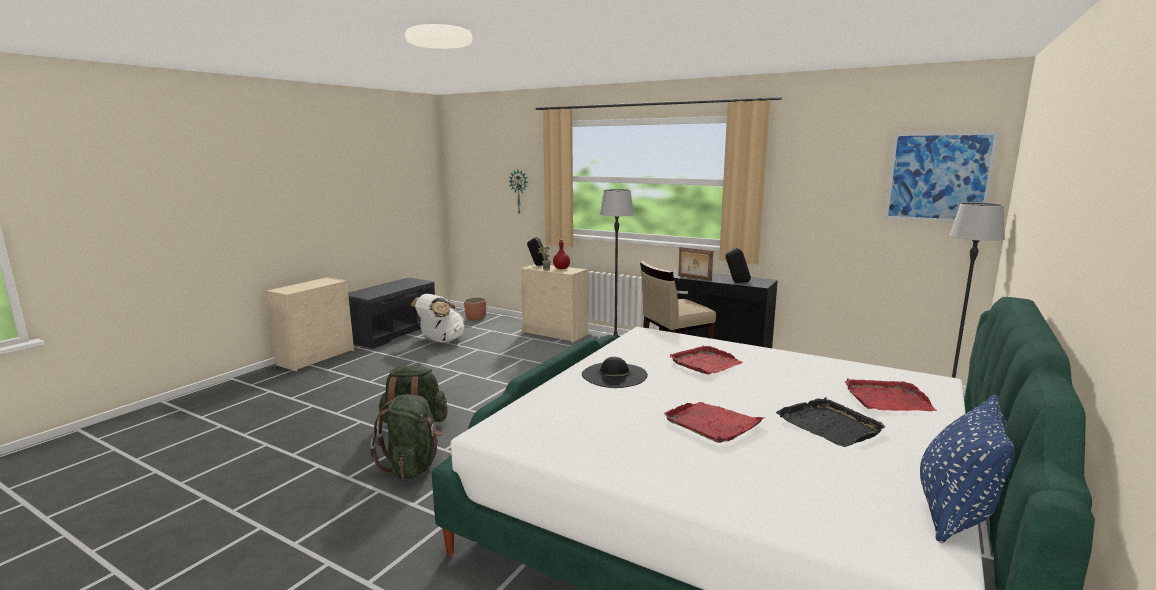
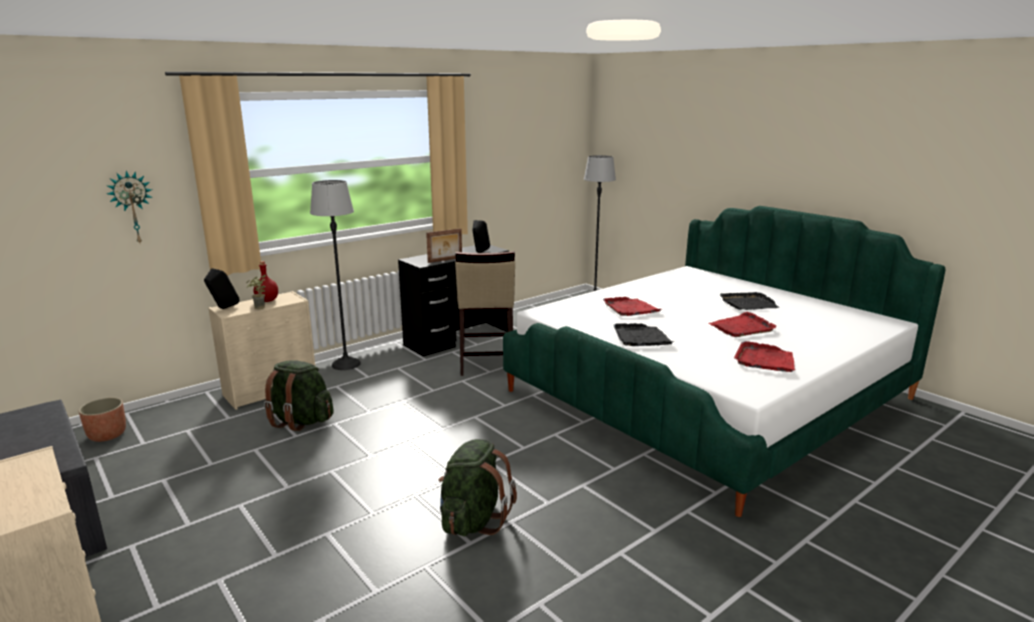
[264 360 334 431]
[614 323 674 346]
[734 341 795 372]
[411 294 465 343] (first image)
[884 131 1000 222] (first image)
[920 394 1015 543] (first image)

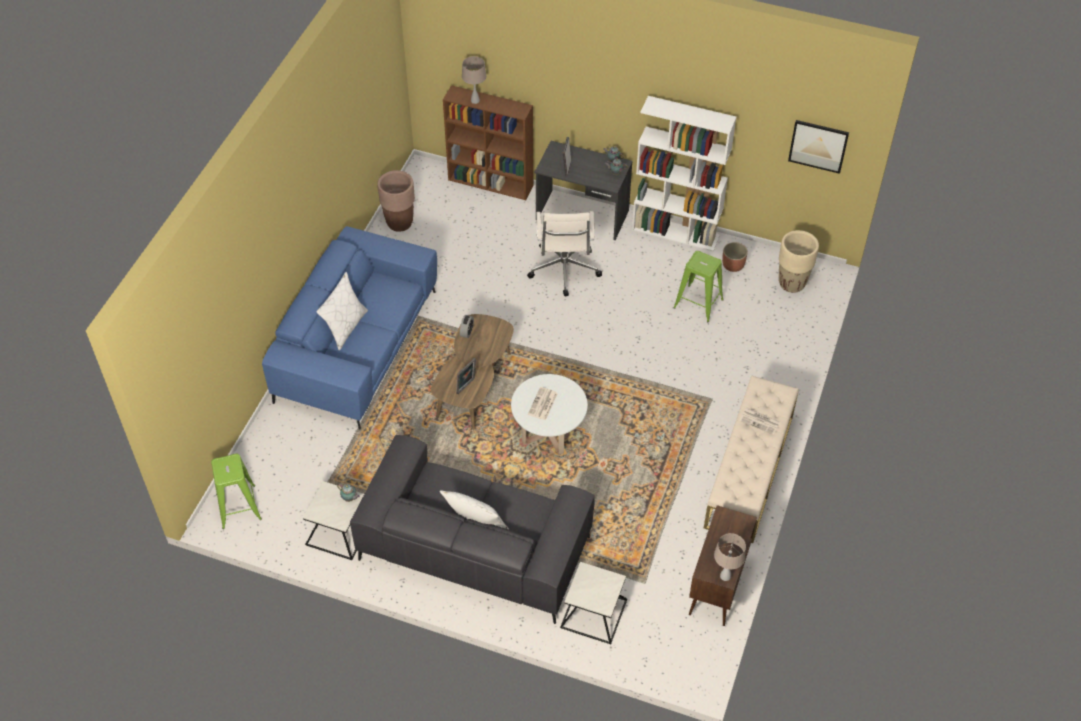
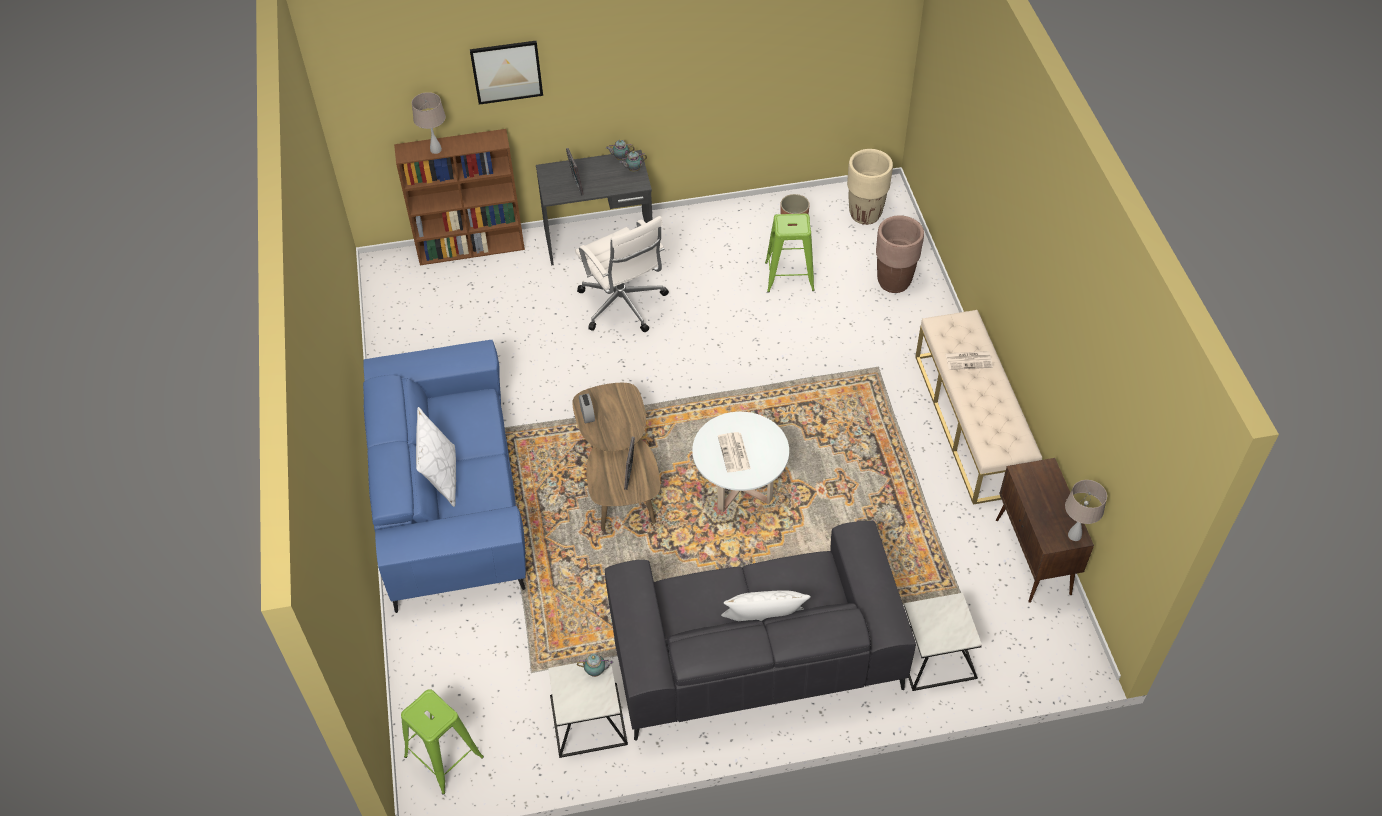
[470 41 543 105]
[876 215 924 293]
[632 96 736 251] (first image)

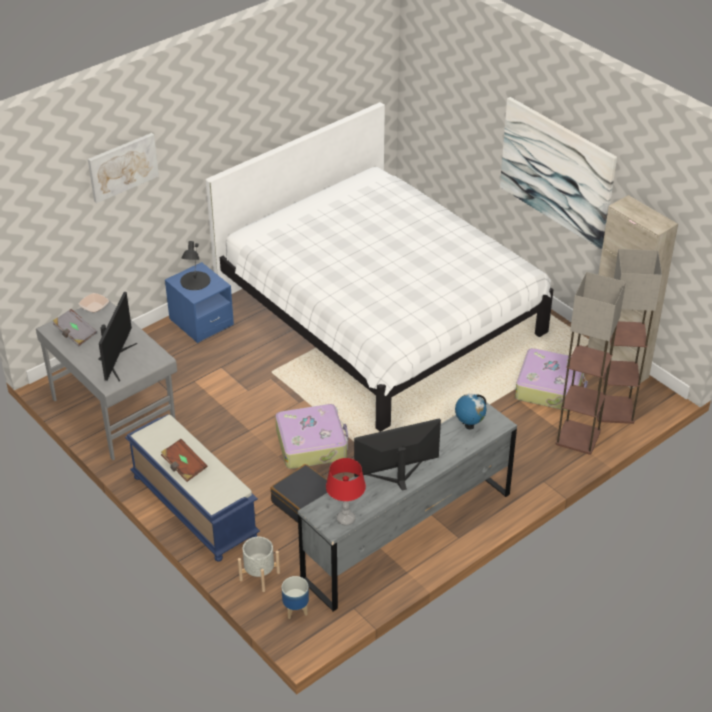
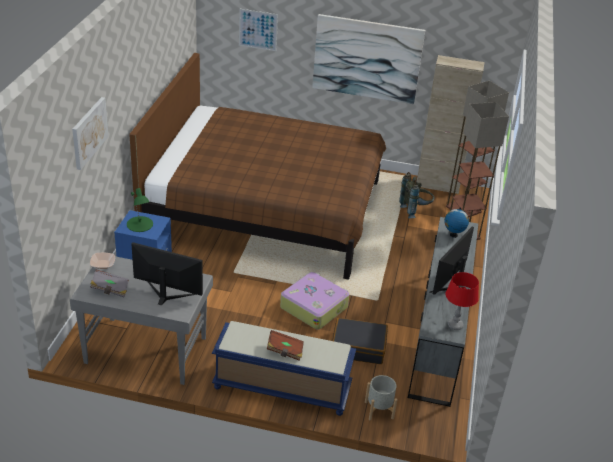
[127 188 153 232]
[129 53 386 280]
[131 242 203 305]
[239 9 278 51]
[399 172 435 218]
[282 576 309 619] (first image)

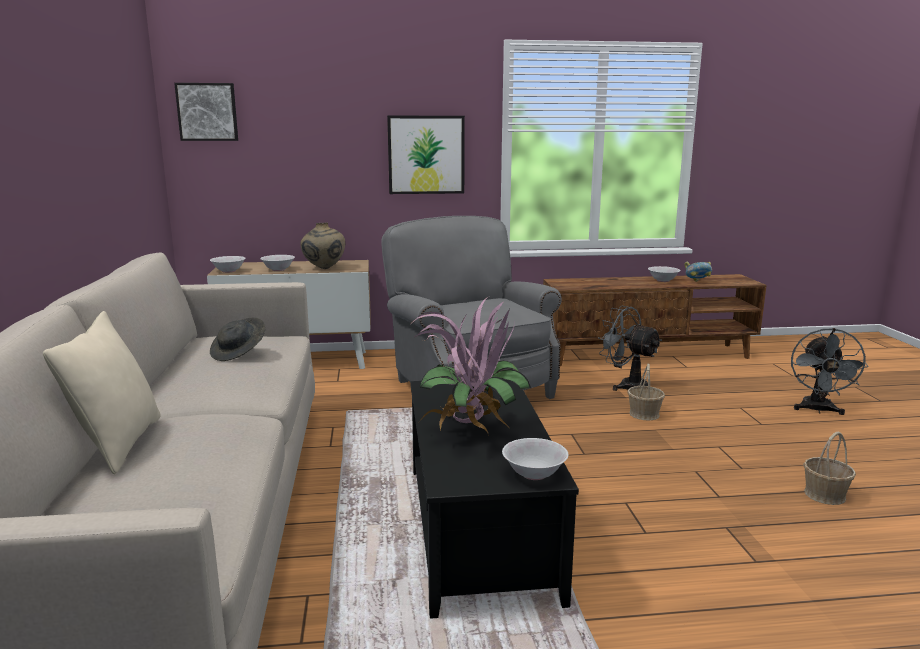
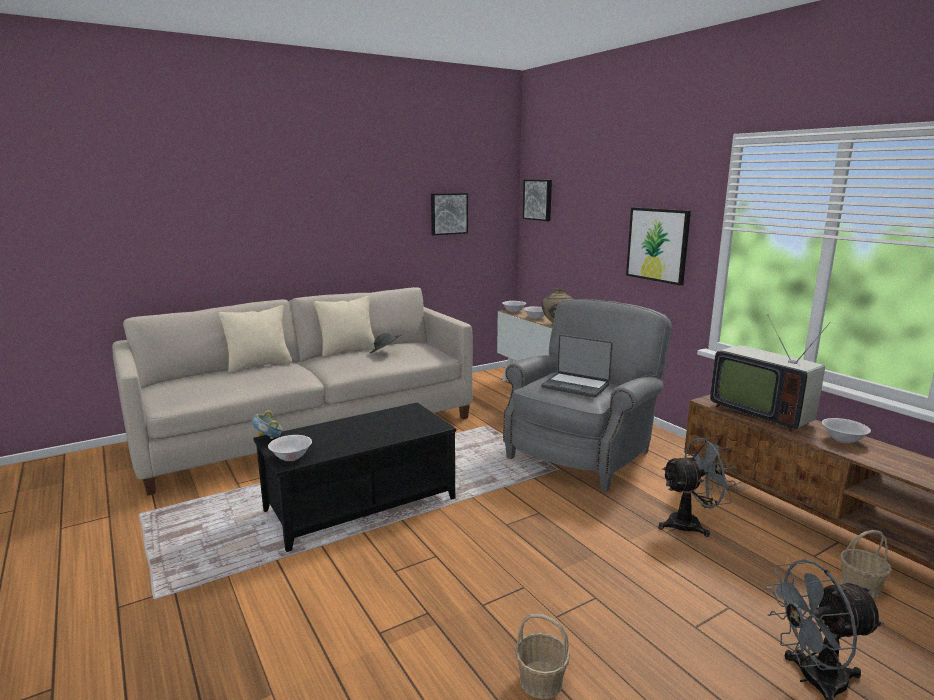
[252 410 282 439]
[314 296 375 357]
[431 193 468 235]
[541 334 613 398]
[658 437 738 537]
[710 316 831 432]
[840 530 892 598]
[408 296 531 436] (first image)

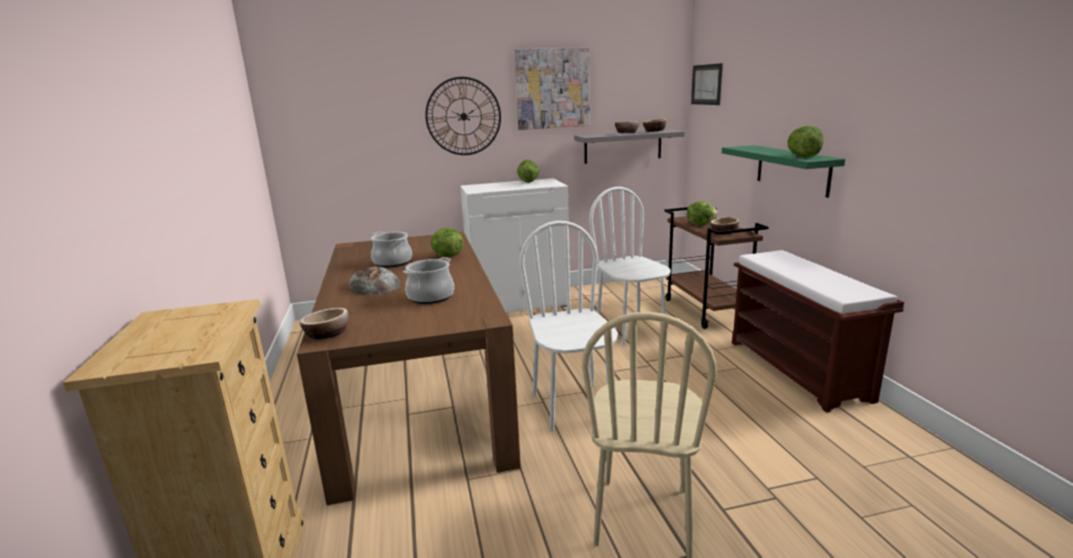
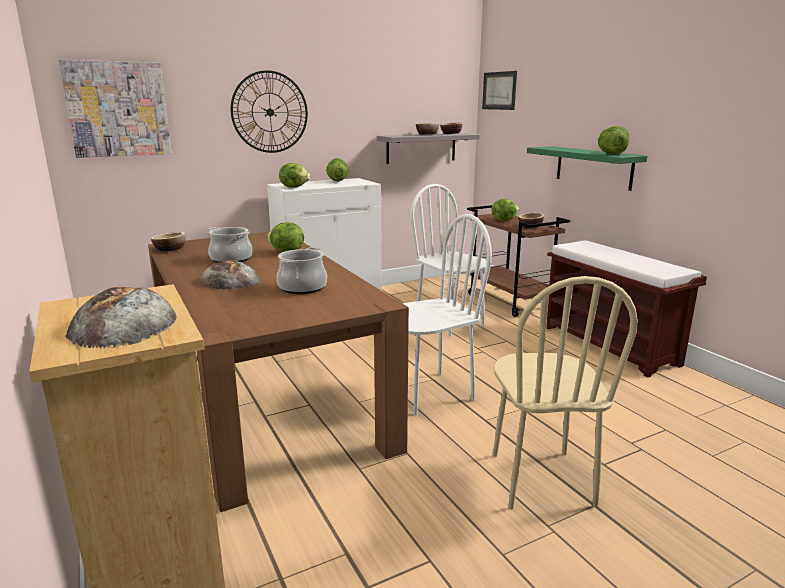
[59 60 172 158]
[65 287 176 348]
[151 232 186 251]
[279 163 310 188]
[402 214 492 416]

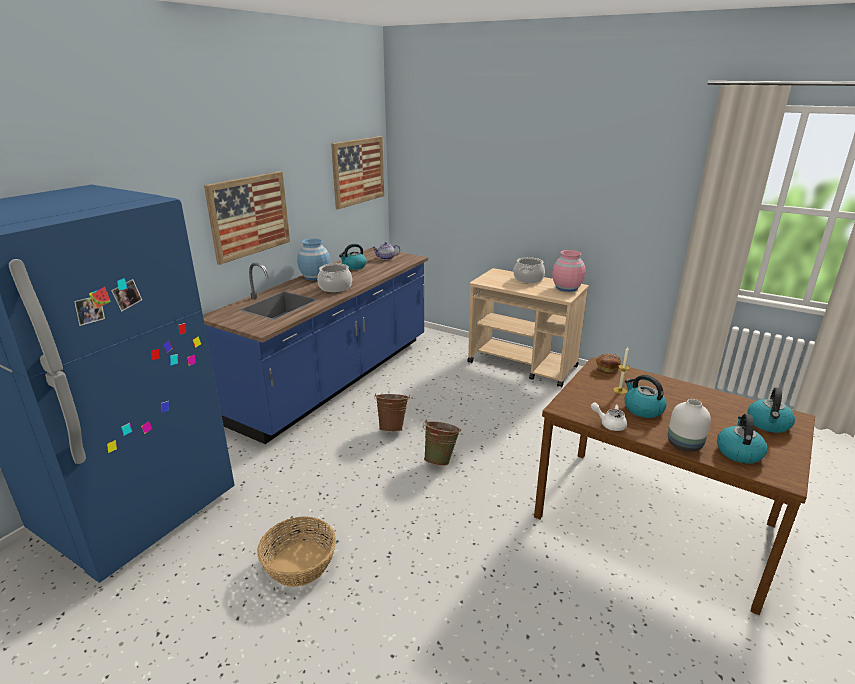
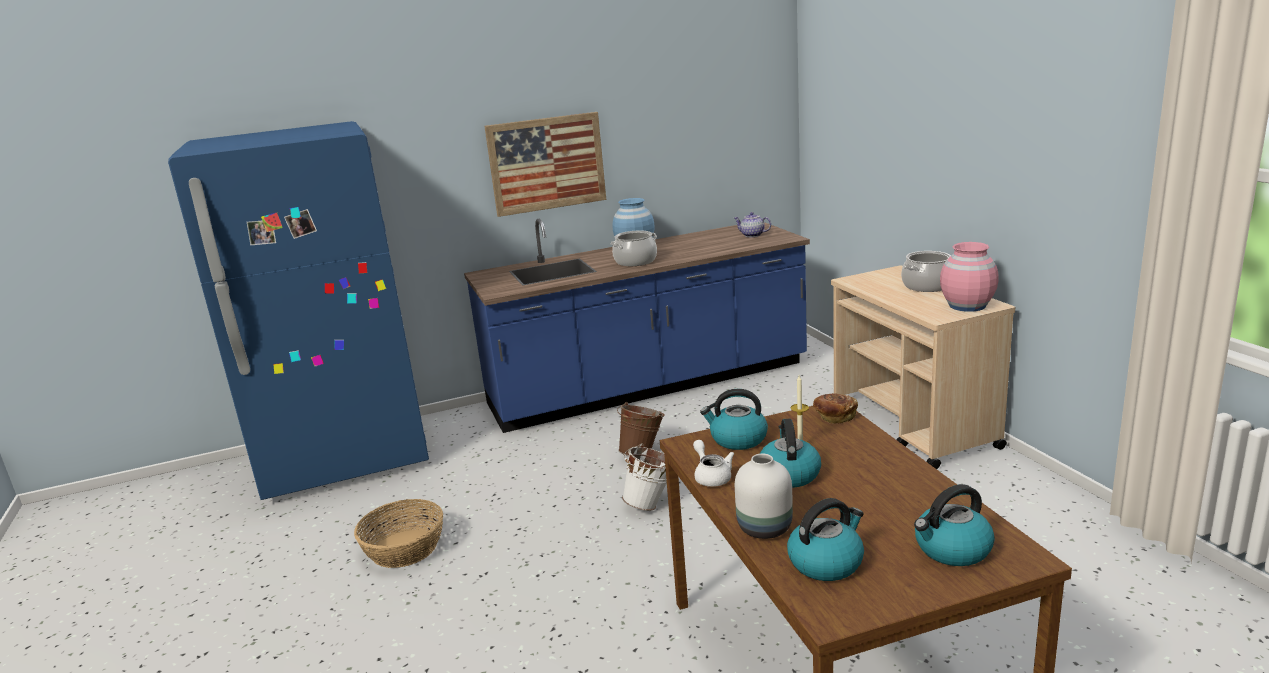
[622 443 667 511]
[700 389 768 450]
[331 136 384 209] (first image)

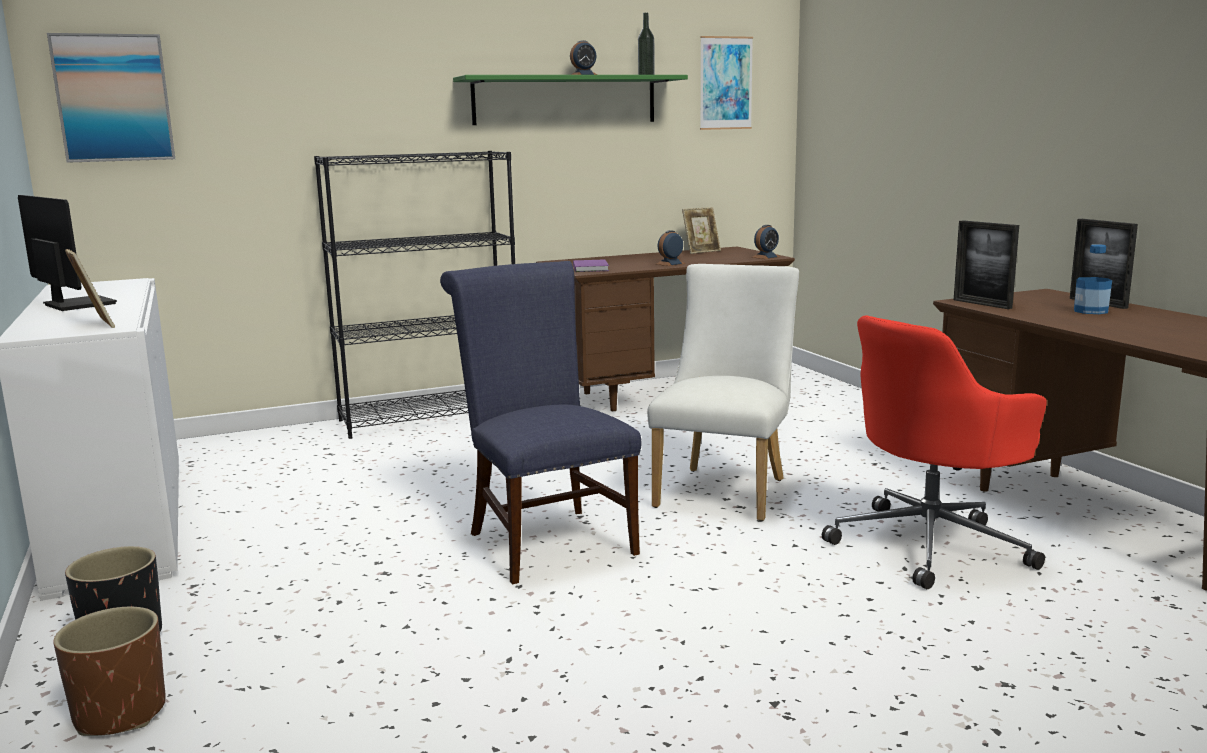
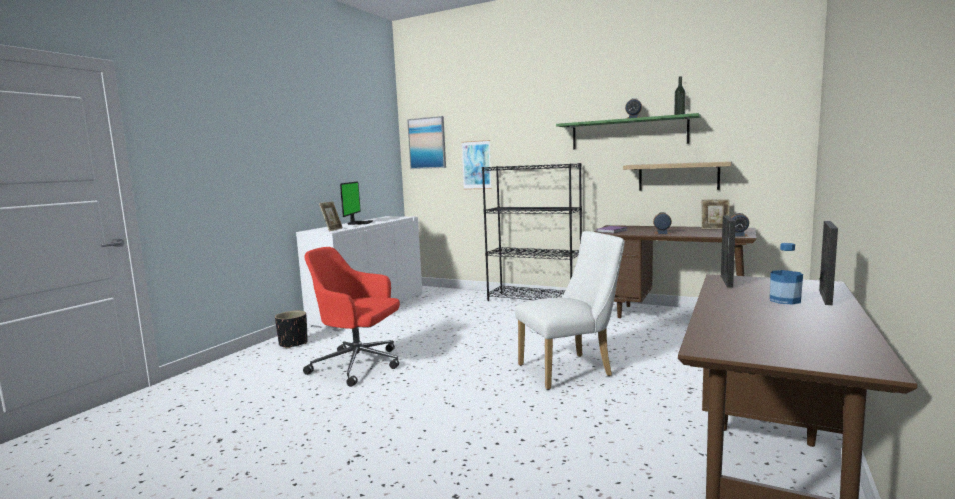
[303 247 400 387]
[461 140 492 189]
[623 161 732 191]
[53 607 166 736] (first image)
[440 261 642 584] (first image)

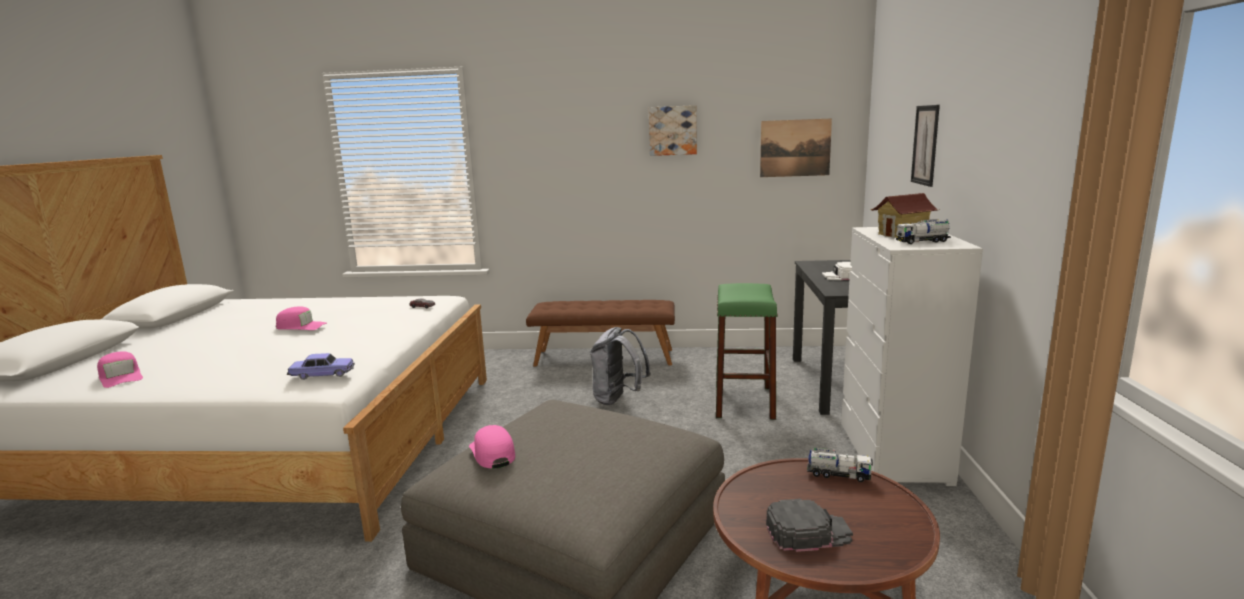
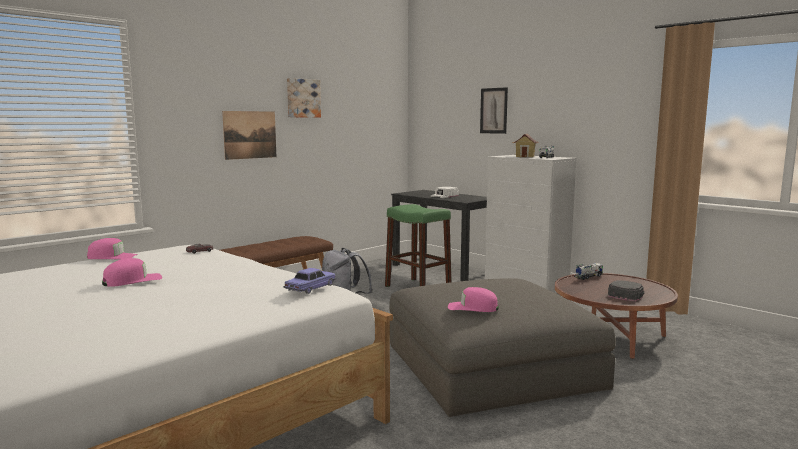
[87 238 138 260]
[222 111 276 160]

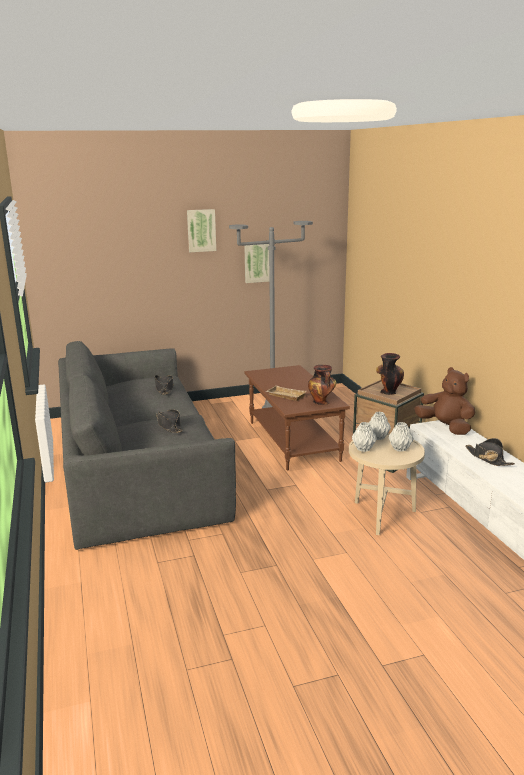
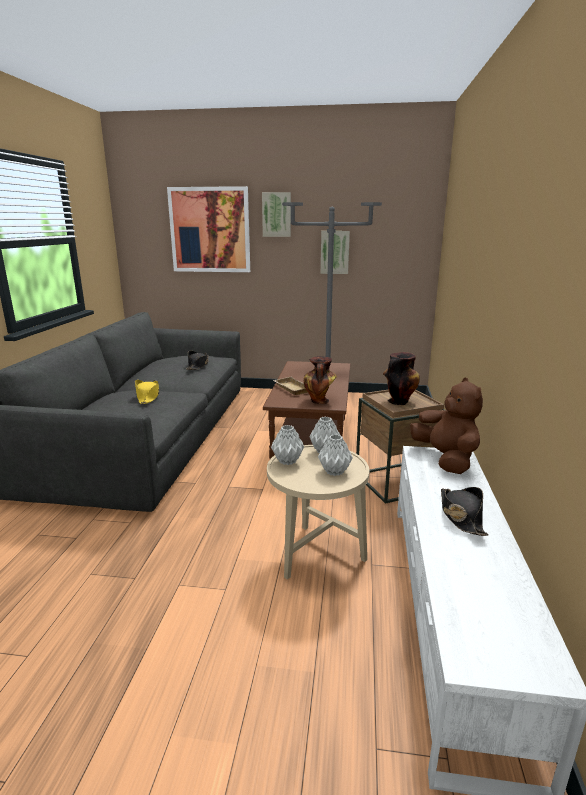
[135 380 159 404]
[167 186 250 272]

